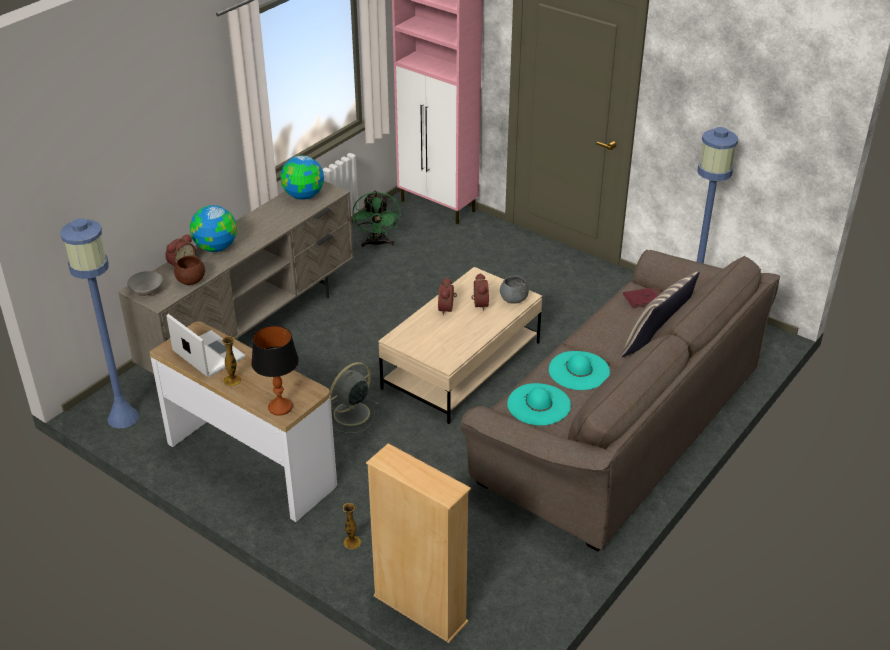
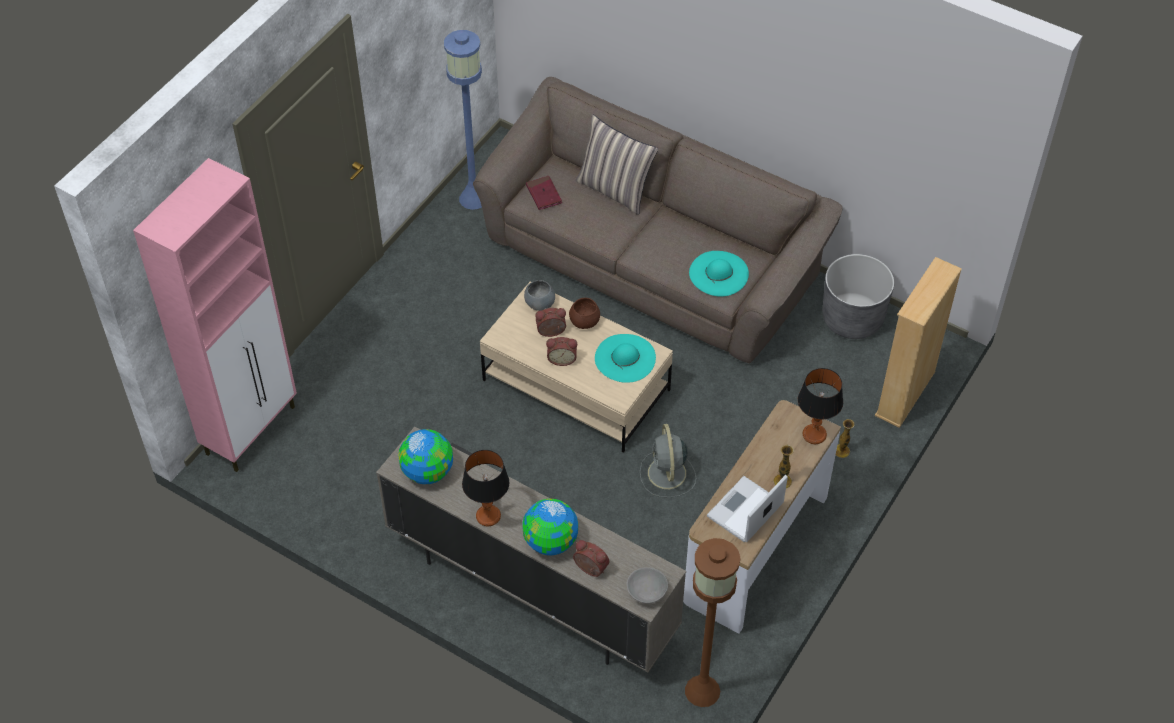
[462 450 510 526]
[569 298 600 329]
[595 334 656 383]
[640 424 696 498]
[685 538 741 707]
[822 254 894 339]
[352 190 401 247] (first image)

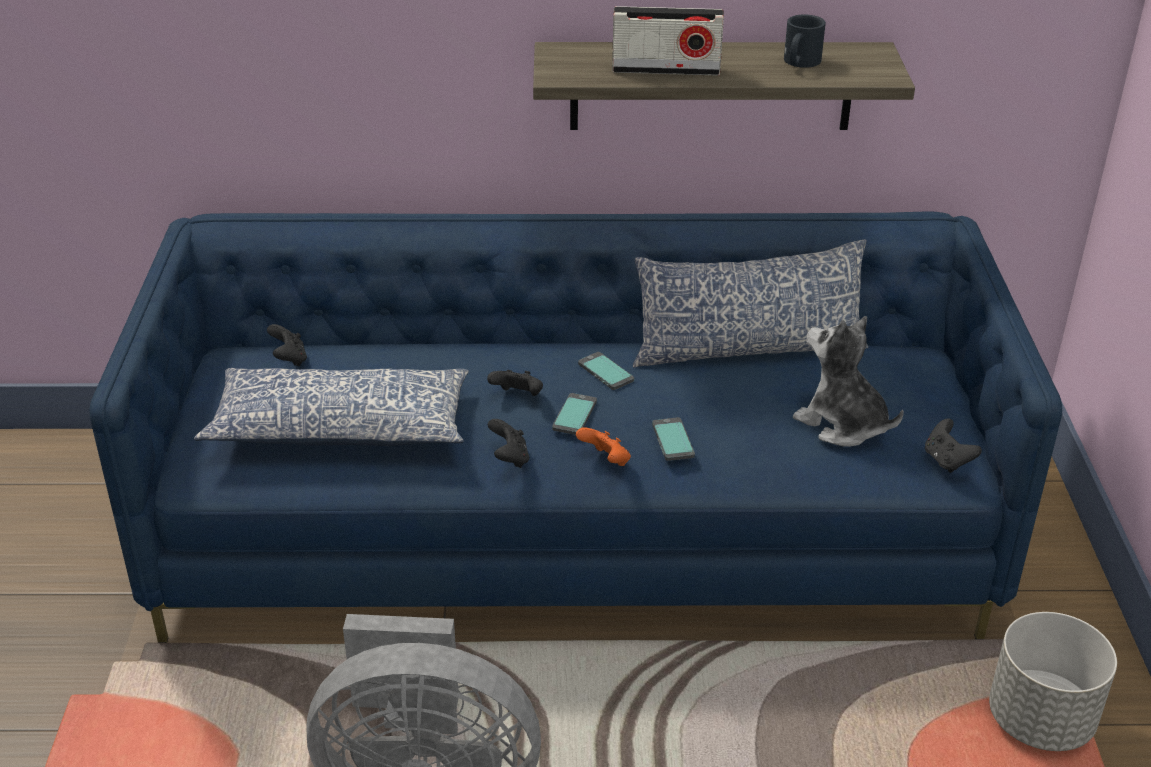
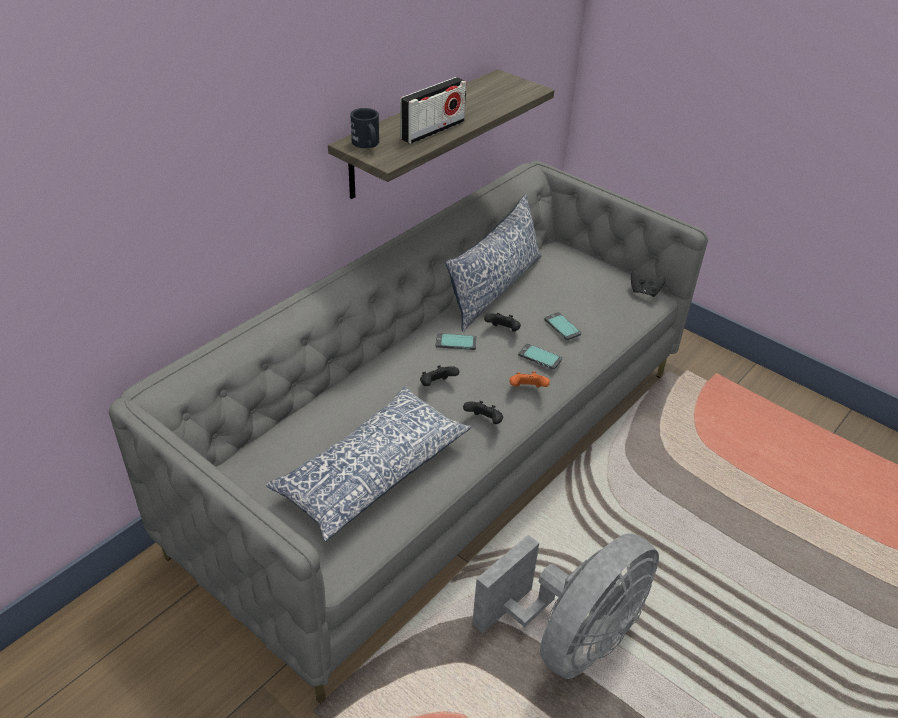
[108 161 708 703]
[350 108 379 148]
[484 313 521 332]
[544 312 581 340]
[793 316 904 447] (first image)
[989 612 1117 751] (first image)

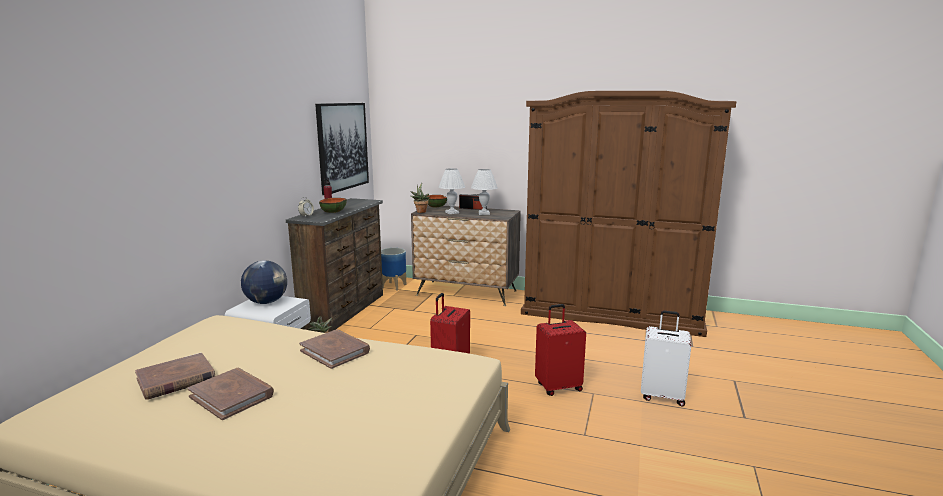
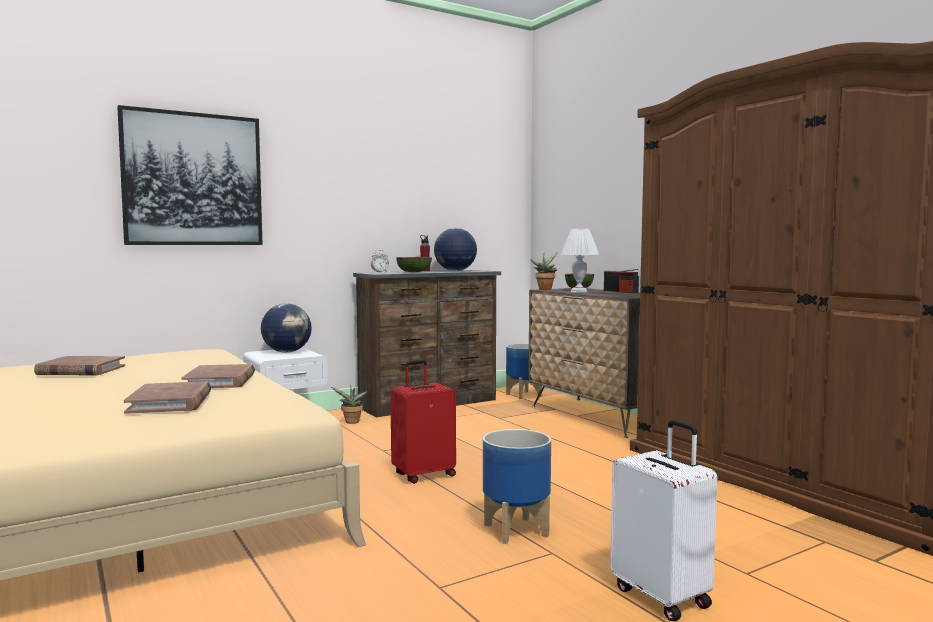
[117 105 263 245]
[124 381 211 414]
[434 228 477 271]
[483 429 551 544]
[471 169 498 215] (first image)

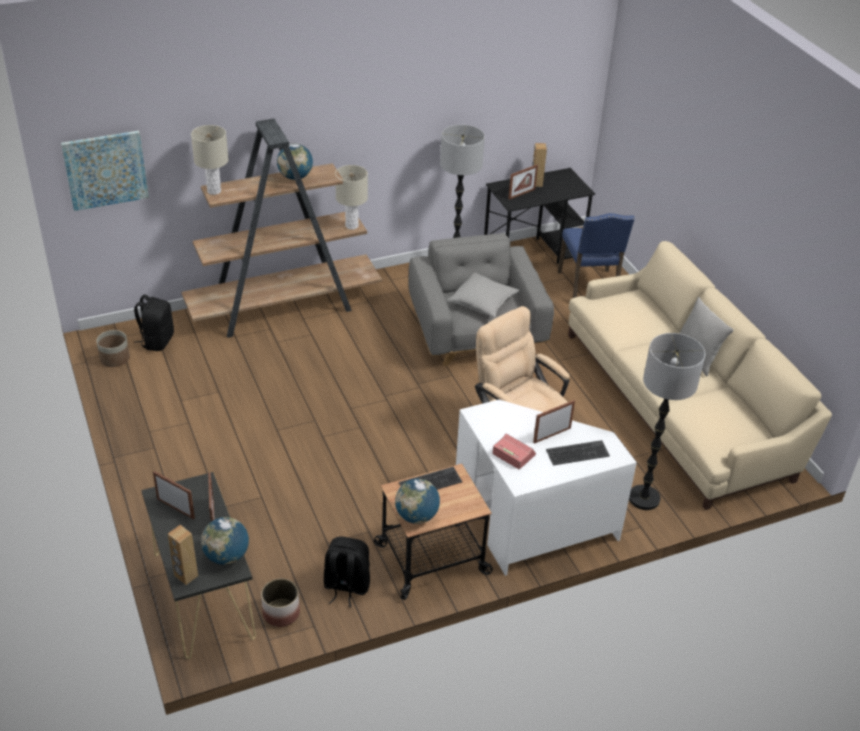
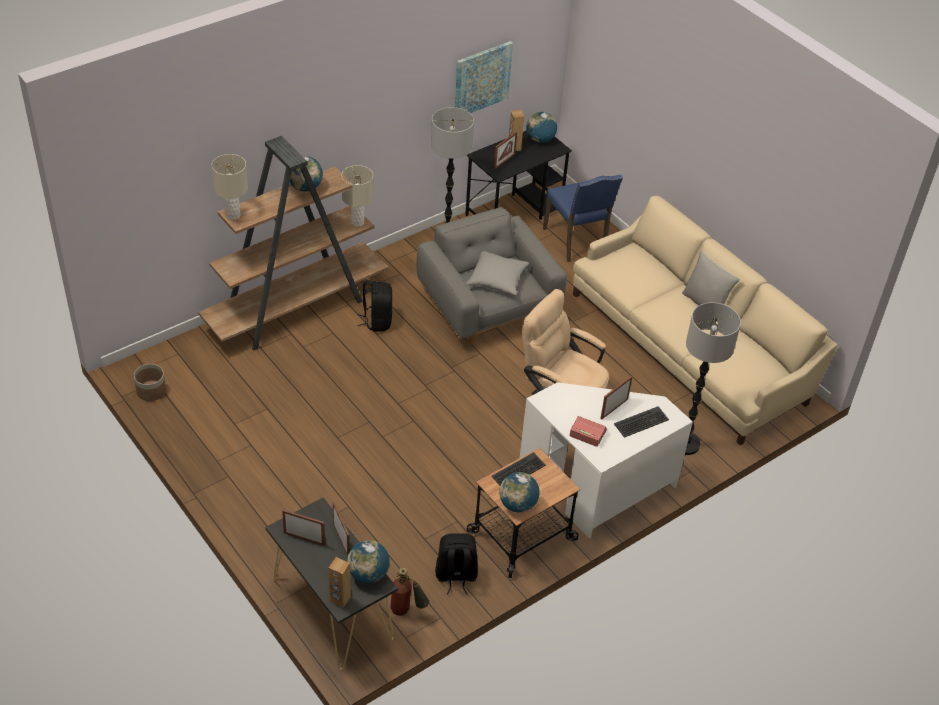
[357 280 392 332]
[390 567 429 616]
[455 41 513 113]
[526 112 557 143]

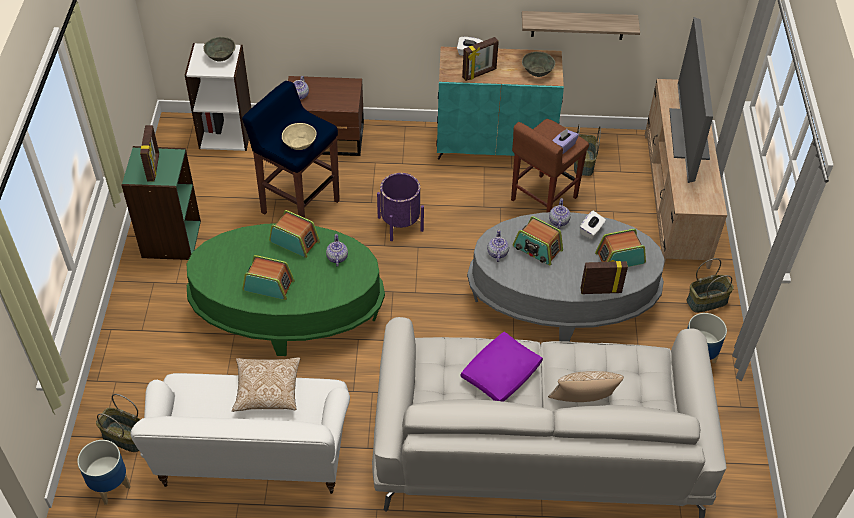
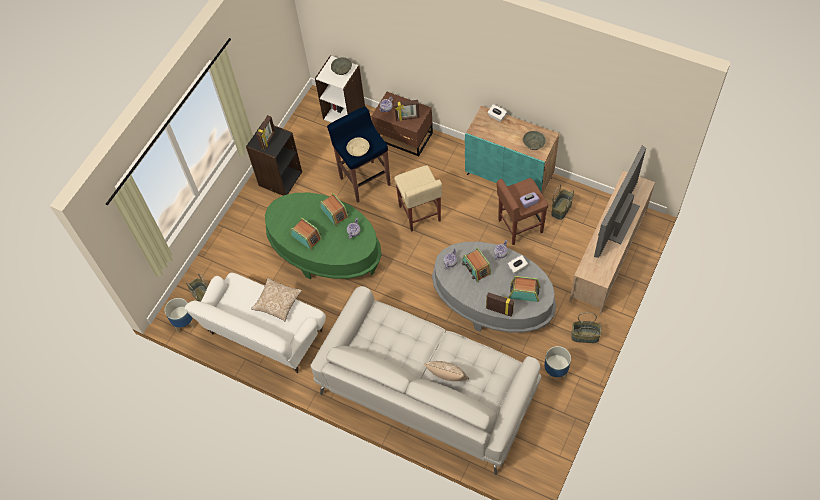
[246 121 302 196]
[394 100 420 121]
[394 165 442 232]
[461 332 543 402] (first image)
[522 11 640 40] (first image)

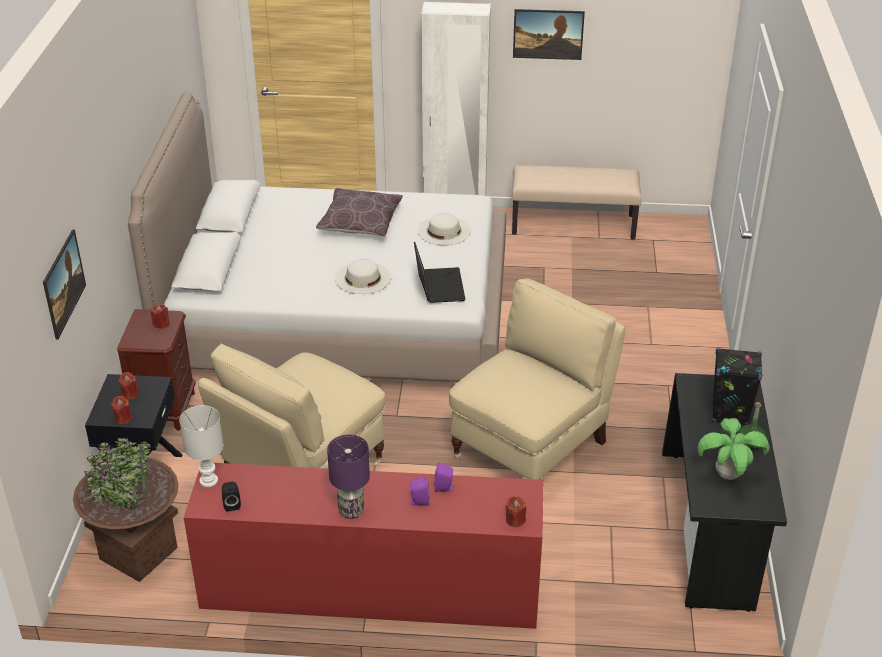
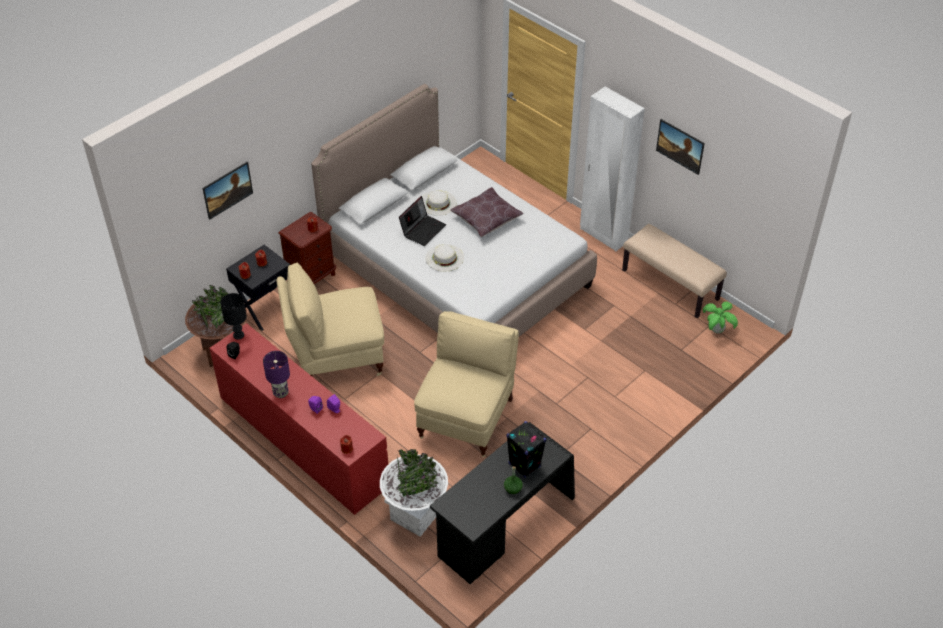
[220 293 247 340]
[380 449 448 537]
[399 196 446 246]
[414 311 519 457]
[422 190 457 216]
[703 301 738 334]

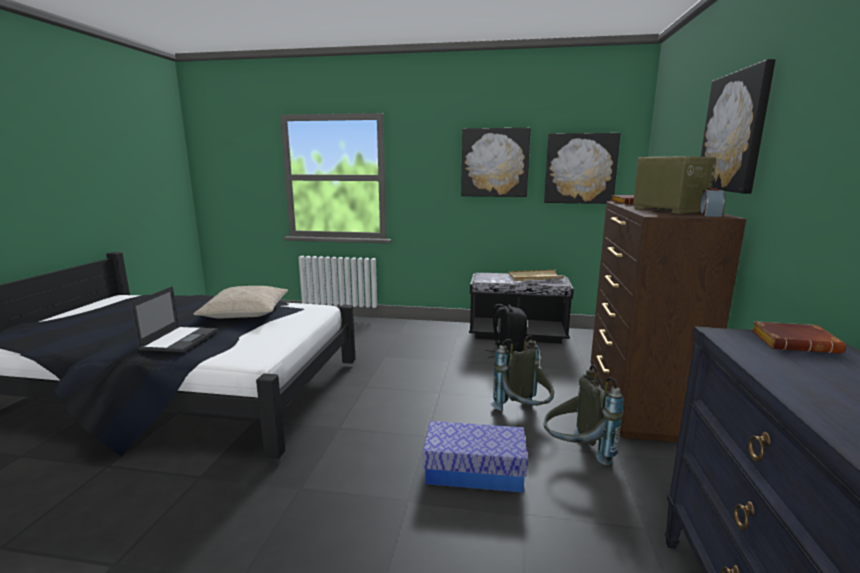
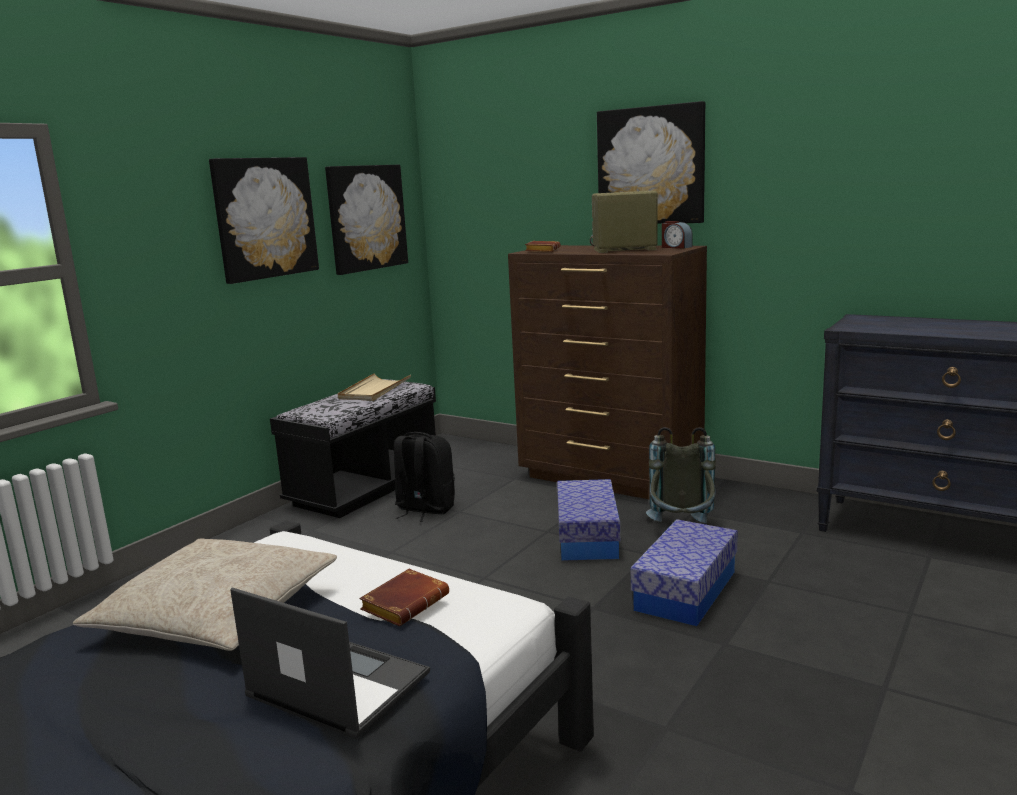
[359 569 449 626]
[557 479 620 561]

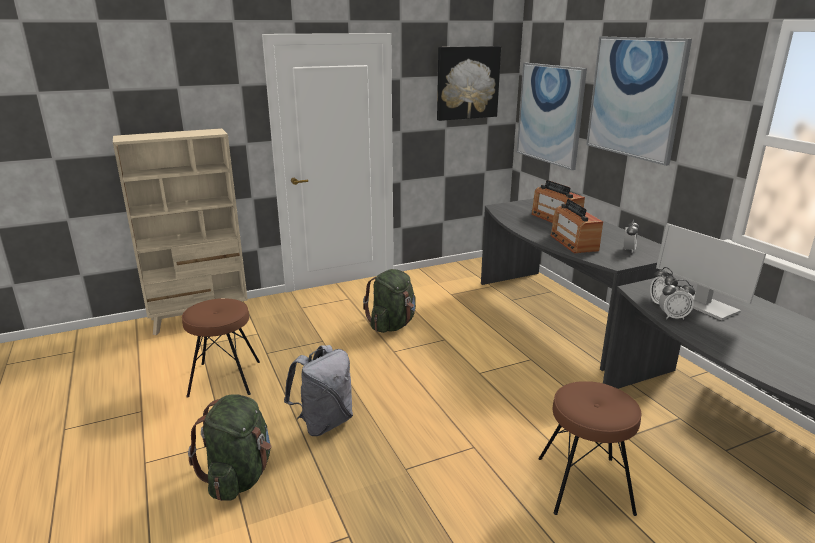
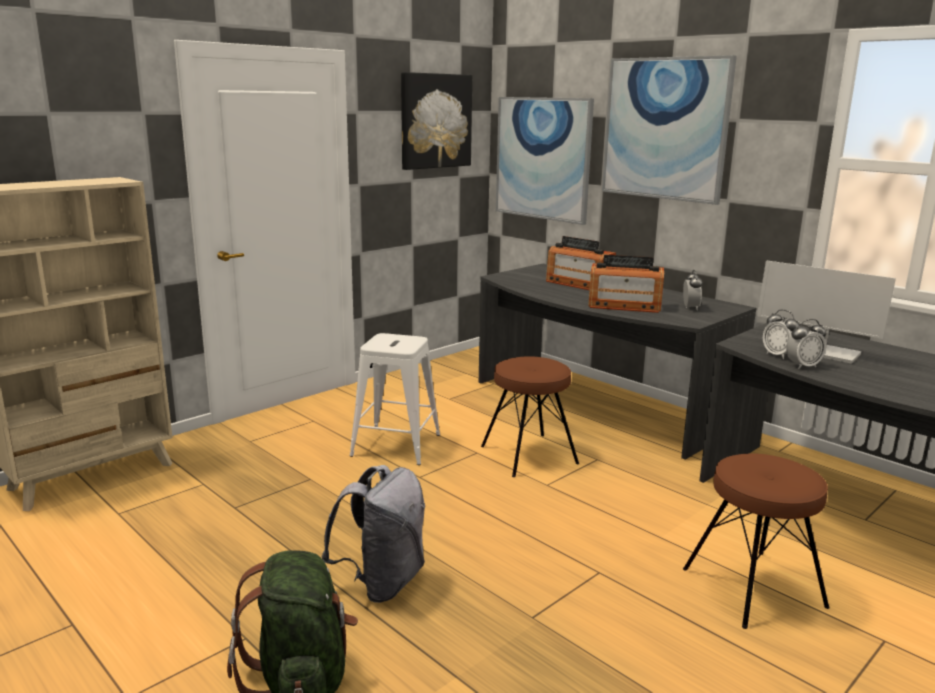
[350 333 440 465]
[481 356 579 477]
[588 255 664 313]

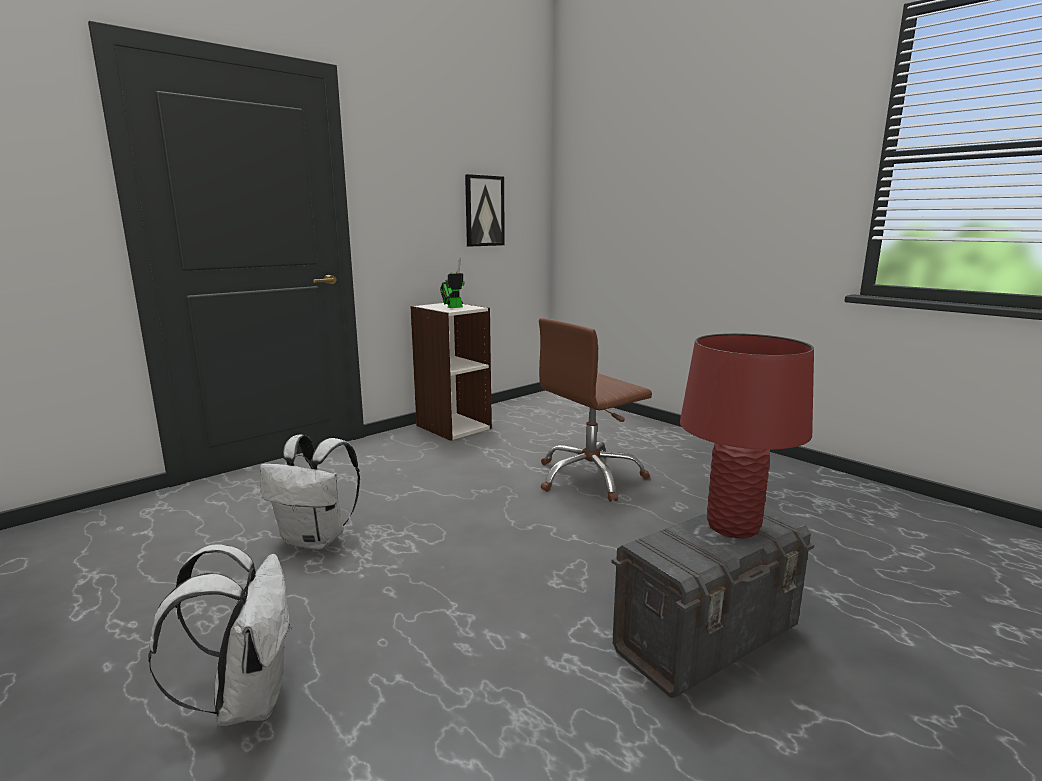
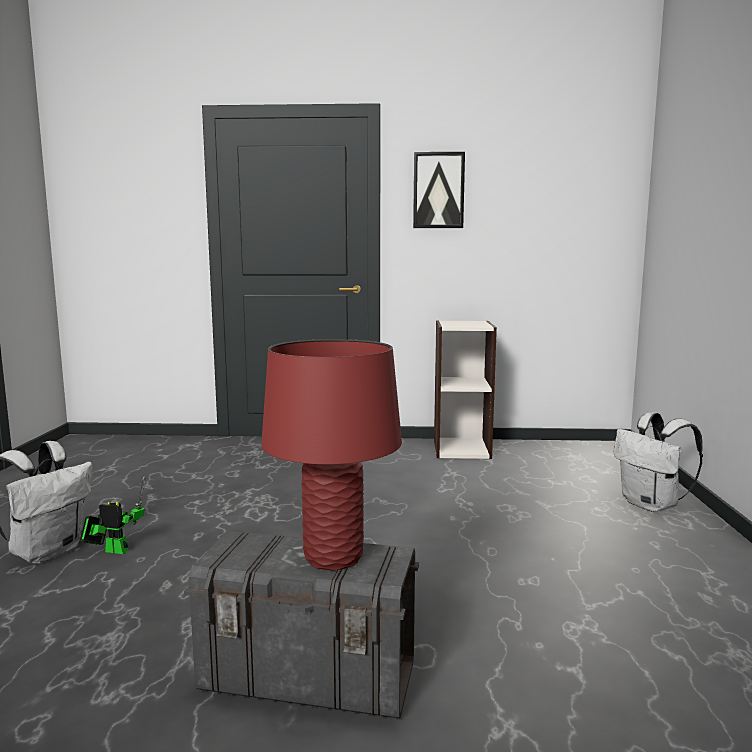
[80 477 145 554]
[413 152 465 228]
[613 412 703 512]
[539 318 652 502] (first image)

